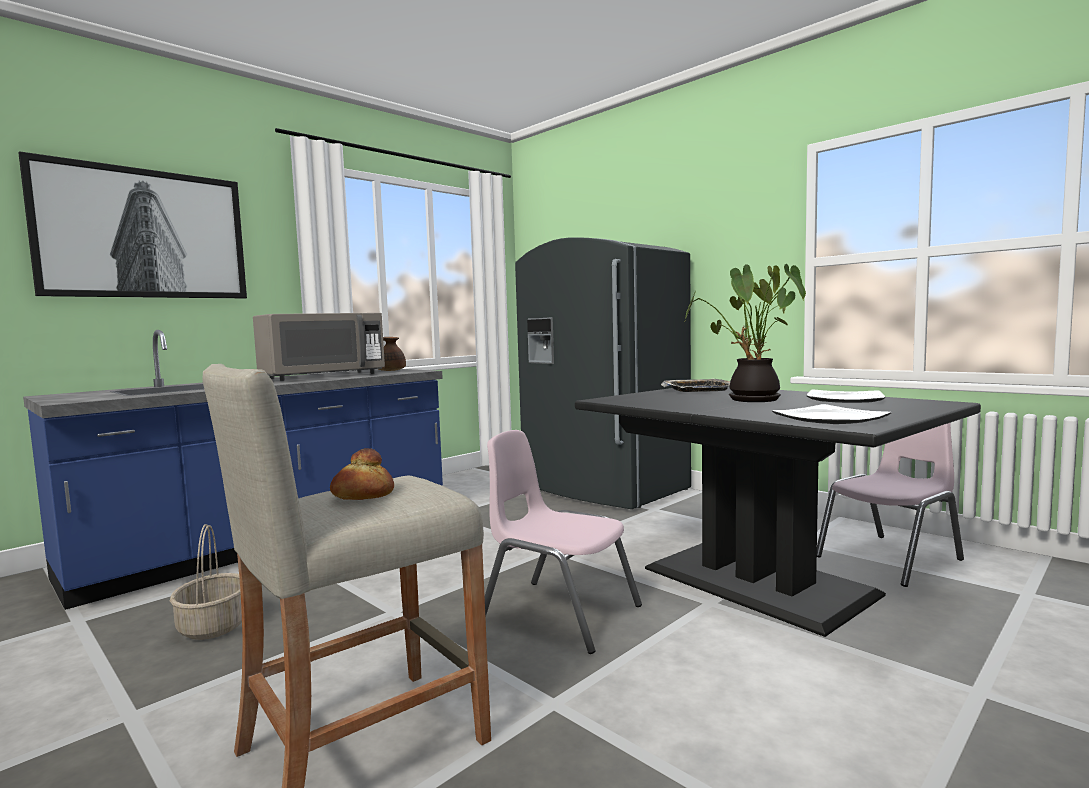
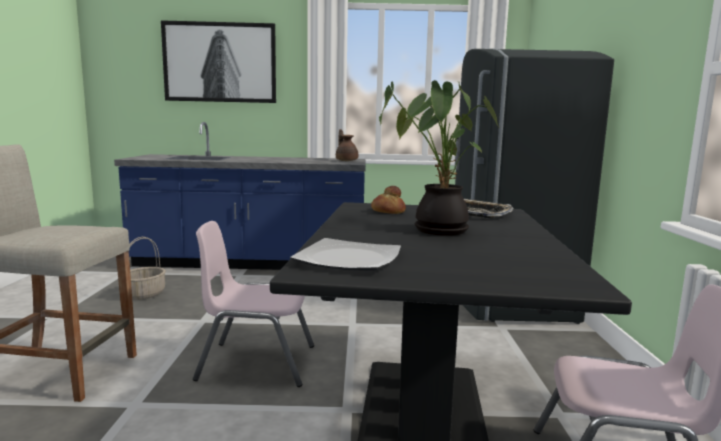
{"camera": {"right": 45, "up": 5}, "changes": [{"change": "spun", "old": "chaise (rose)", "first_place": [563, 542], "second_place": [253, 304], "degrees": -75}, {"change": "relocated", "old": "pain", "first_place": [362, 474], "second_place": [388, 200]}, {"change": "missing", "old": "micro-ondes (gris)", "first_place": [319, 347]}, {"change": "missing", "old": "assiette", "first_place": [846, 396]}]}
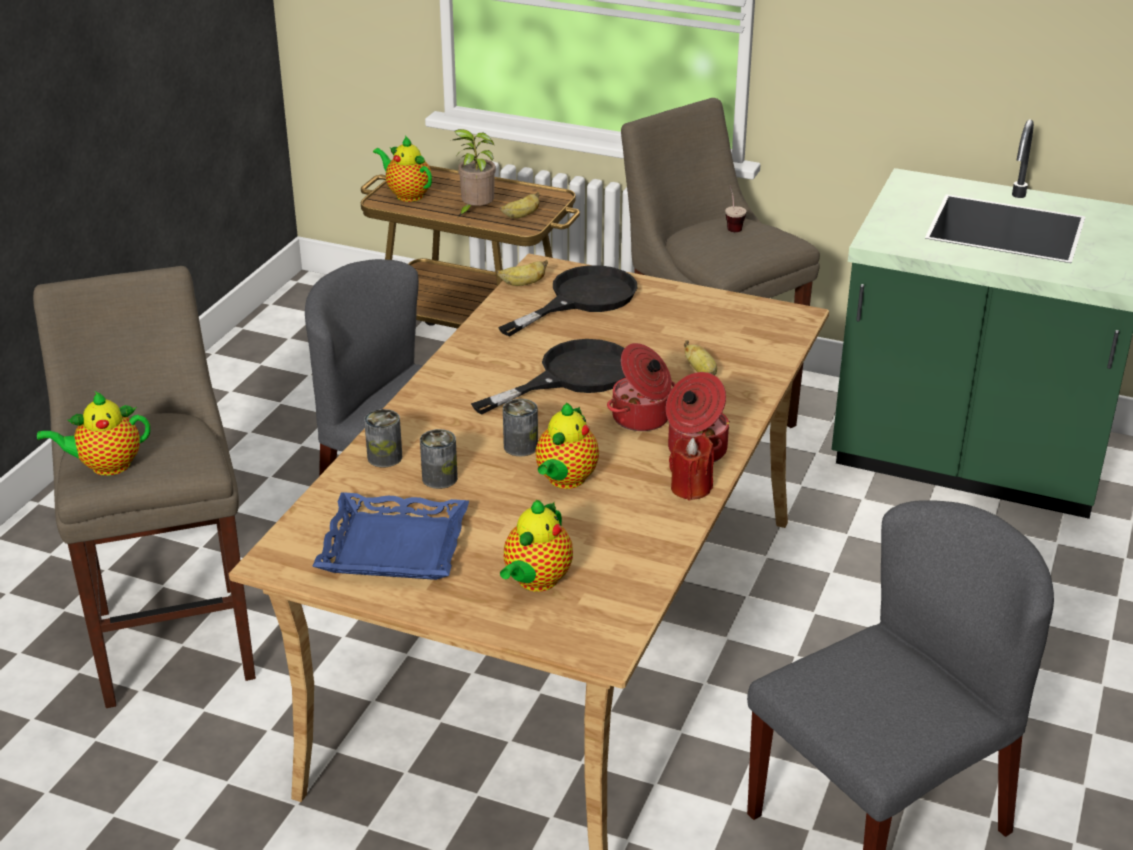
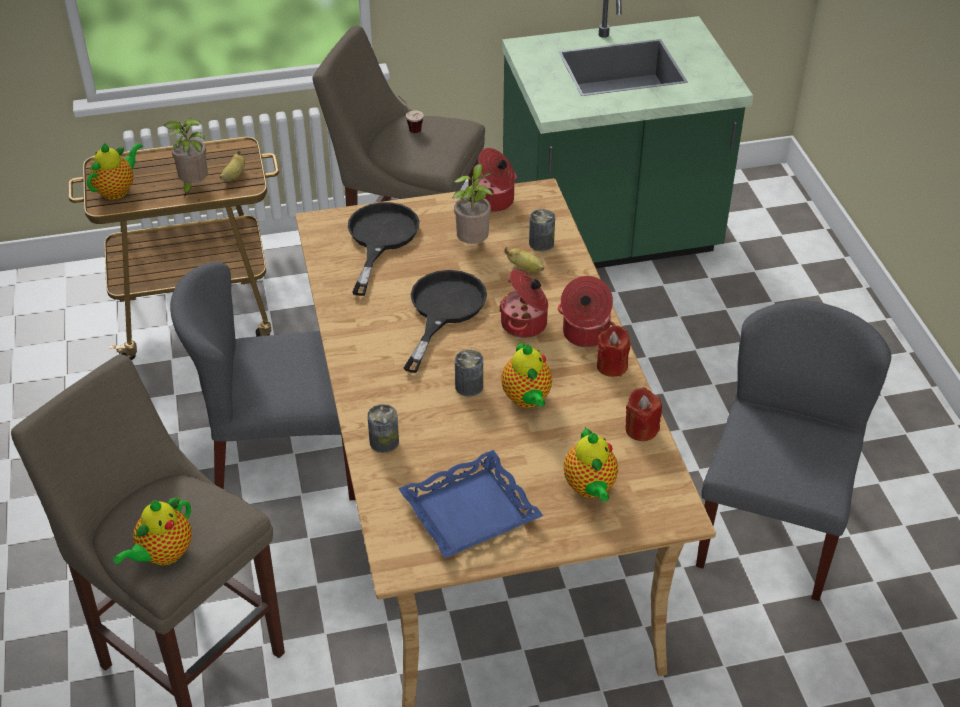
{"camera": {"right": -35, "up": 10}, "changes": [{"change": "spun", "old": "théière", "first_place": [402, 168], "second_place": [115, 171], "degrees": 120}, {"change": "appeared", "new": "plante en pot", "second_place": [473, 204]}, {"change": "appeared", "new": "marmite", "second_place": [496, 180]}, {"change": "relocated", "old": "boîte métallique", "first_place": [439, 459], "second_place": [542, 230]}, {"change": "appeared", "new": "bougie (rouge)", "second_place": [643, 414]}, {"change": "missing", "old": "banane", "first_place": [522, 273]}]}
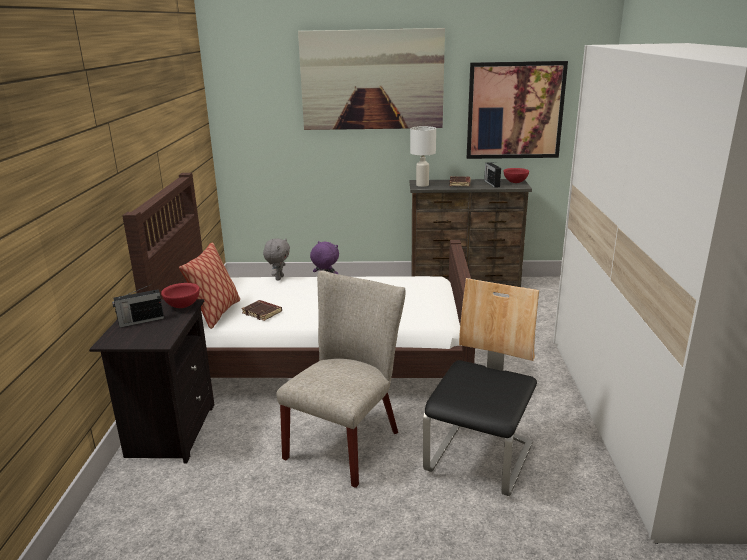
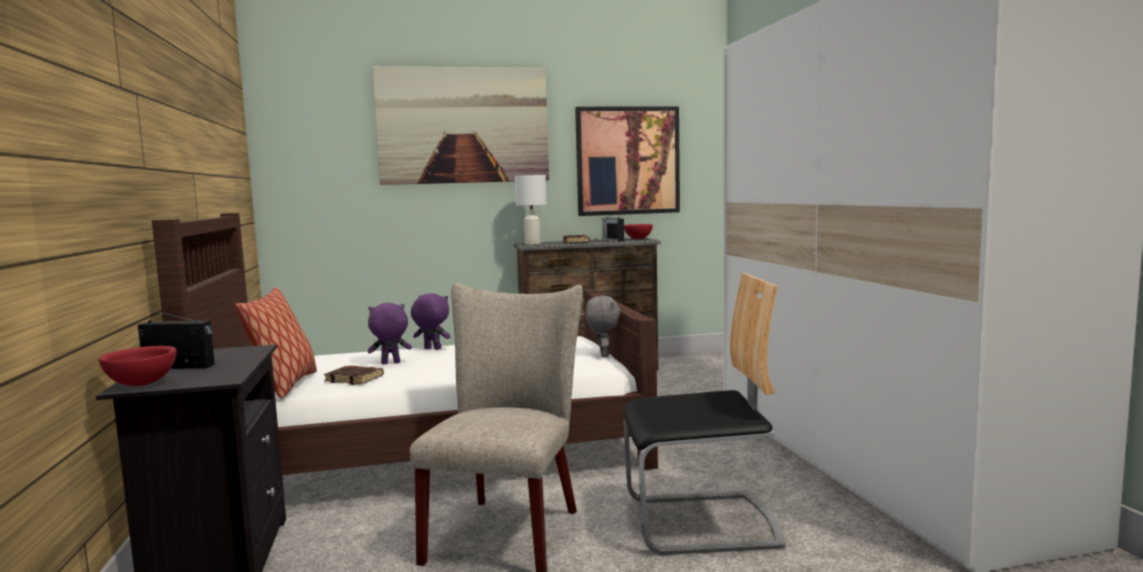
{"camera": {"right": -15, "up": -15}, "changes": [{"change": "relocated", "old": "bol (rouge)", "first_place": [180, 295], "second_place": [138, 366]}, {"change": "spun", "old": "radio", "first_place": [138, 306], "second_place": [176, 339], "degrees": -135}, {"change": "appeared", "new": "peluche (violet)", "second_place": [390, 333]}, {"change": "relocated", "old": "peluche (gris)", "first_place": [276, 259], "second_place": [602, 326]}, {"change": "spun", "old": "chaise", "first_place": [481, 387], "second_place": [704, 414], "degrees": 75}]}
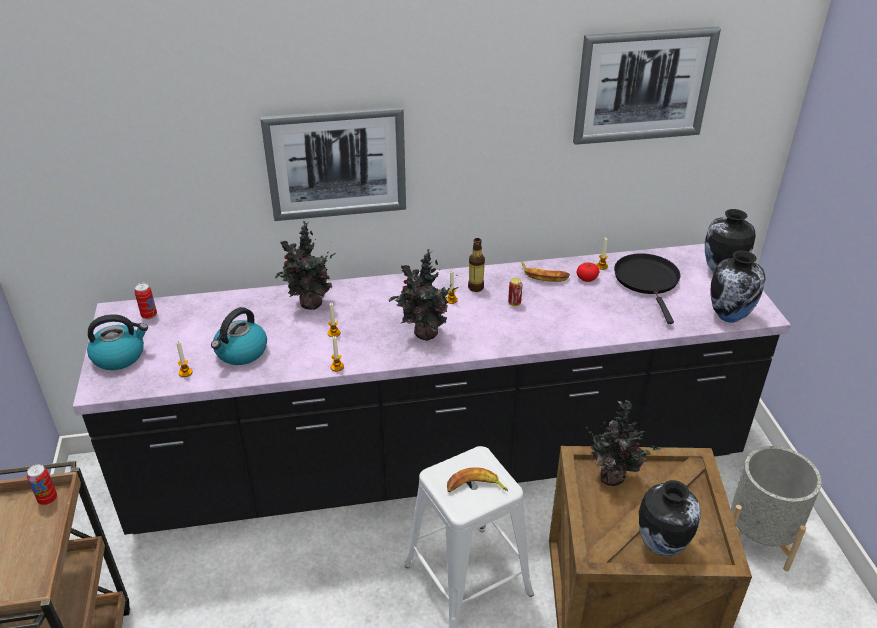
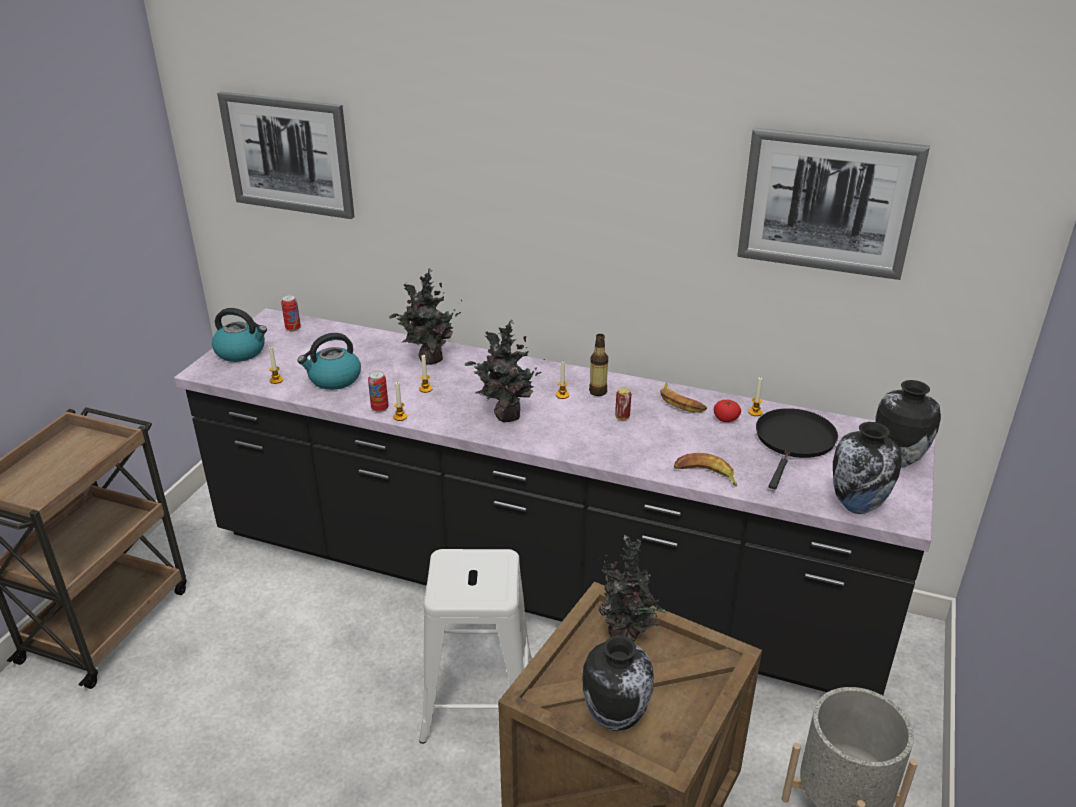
{"camera": {"right": 30, "up": -5}, "changes": [{"change": "relocated", "old": "tableau", "first_place": [333, 163], "second_place": [285, 155]}, {"change": "relocated", "old": "boîte métallique", "first_place": [42, 484], "second_place": [378, 391]}, {"change": "relocated", "old": "banane", "first_place": [477, 479], "second_place": [705, 470]}]}
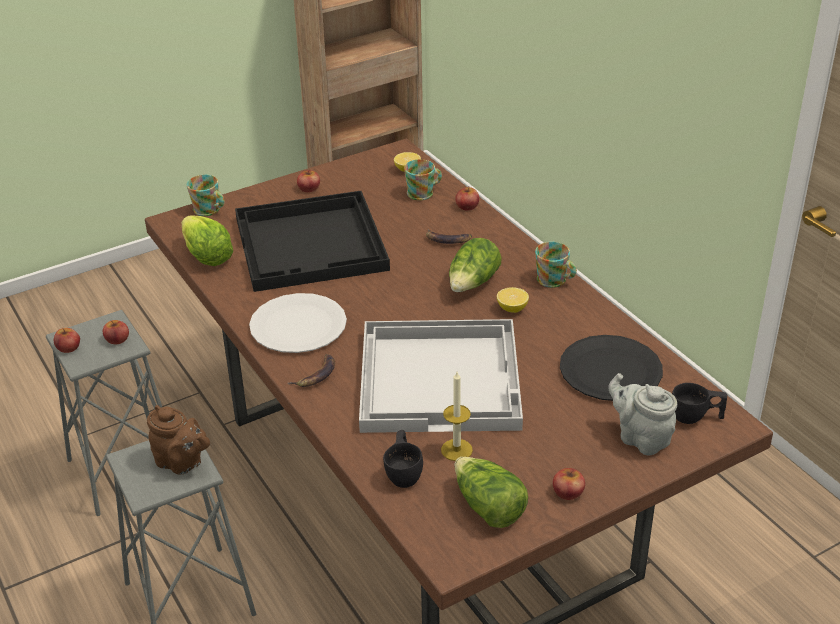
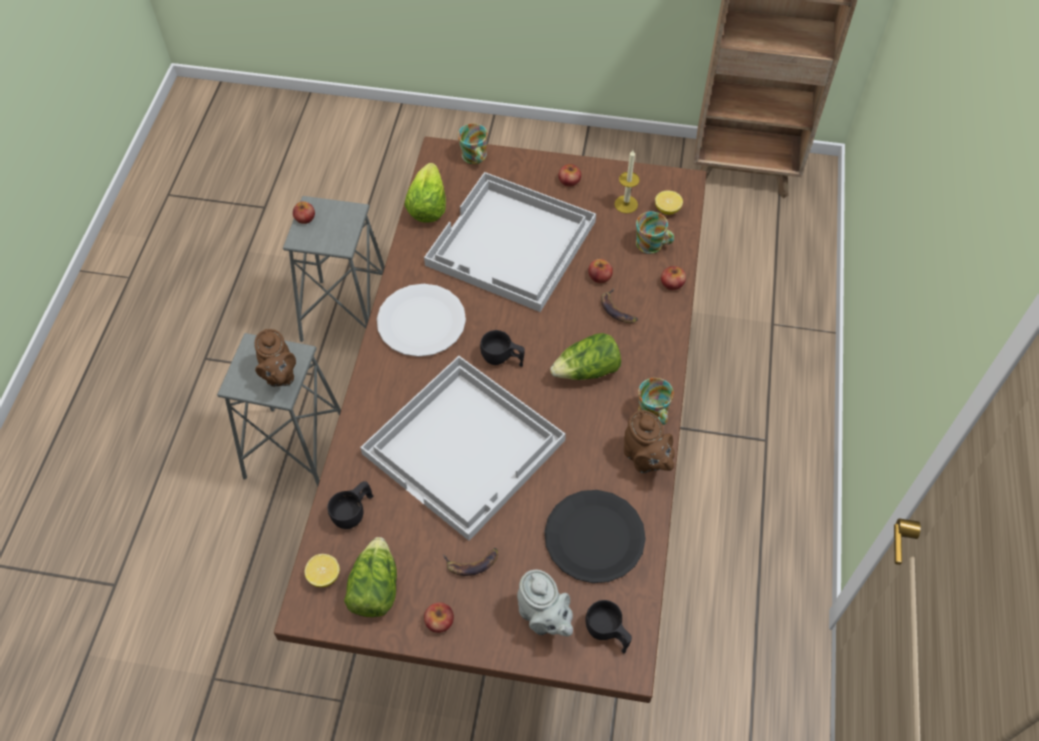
{"camera": {"right": 40, "up": 20}, "changes": [{"change": "relocated", "old": "citron", "first_place": [513, 300], "second_place": [322, 570]}, {"change": "colour", "old": "plateau (noir)", "new": "plateau (blanc)", "first_place": [312, 241], "second_place": [510, 242]}, {"change": "relocated", "old": "banane", "first_place": [311, 370], "second_place": [470, 562]}, {"change": "appeared", "new": "tasse (noir)", "second_place": [502, 348]}, {"change": "spun", "old": "théière (gris)", "first_place": [642, 414], "second_place": [545, 603], "degrees": 150}, {"change": "relocated", "old": "pomme", "first_place": [116, 332], "second_place": [600, 271]}, {"change": "relocated", "old": "bougie", "first_place": [457, 416], "second_place": [627, 182]}, {"change": "appeared", "new": "théière (marron)", "second_place": [649, 441]}]}
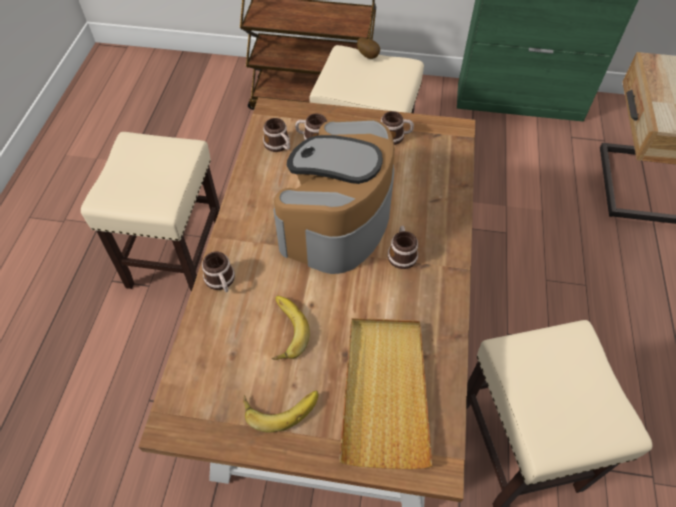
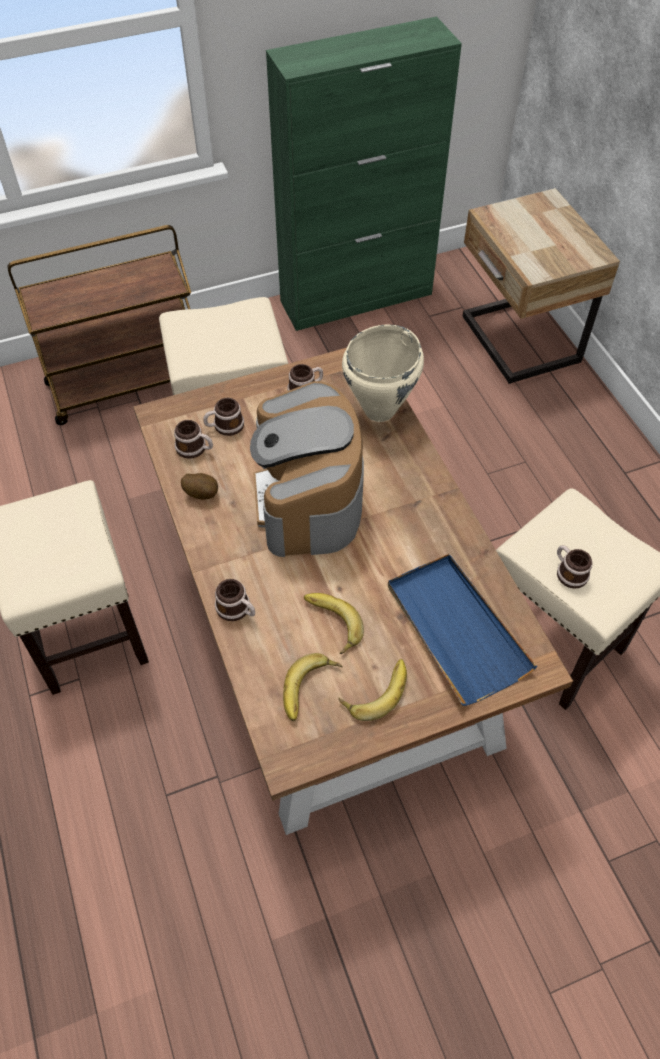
{"camera": {"right": -30, "up": 0}, "changes": [{"change": "relocated", "old": "pomme de terre", "first_place": [368, 48], "second_place": [199, 486]}, {"change": "appeared", "new": "banane", "second_place": [313, 687]}, {"change": "appeared", "new": "marmite (beige)", "second_place": [383, 373]}, {"change": "colour", "old": "plateau (beige)", "new": "plateau (bleu)", "first_place": [385, 393], "second_place": [462, 630]}, {"change": "relocated", "old": "mug", "first_place": [403, 247], "second_place": [575, 567]}]}
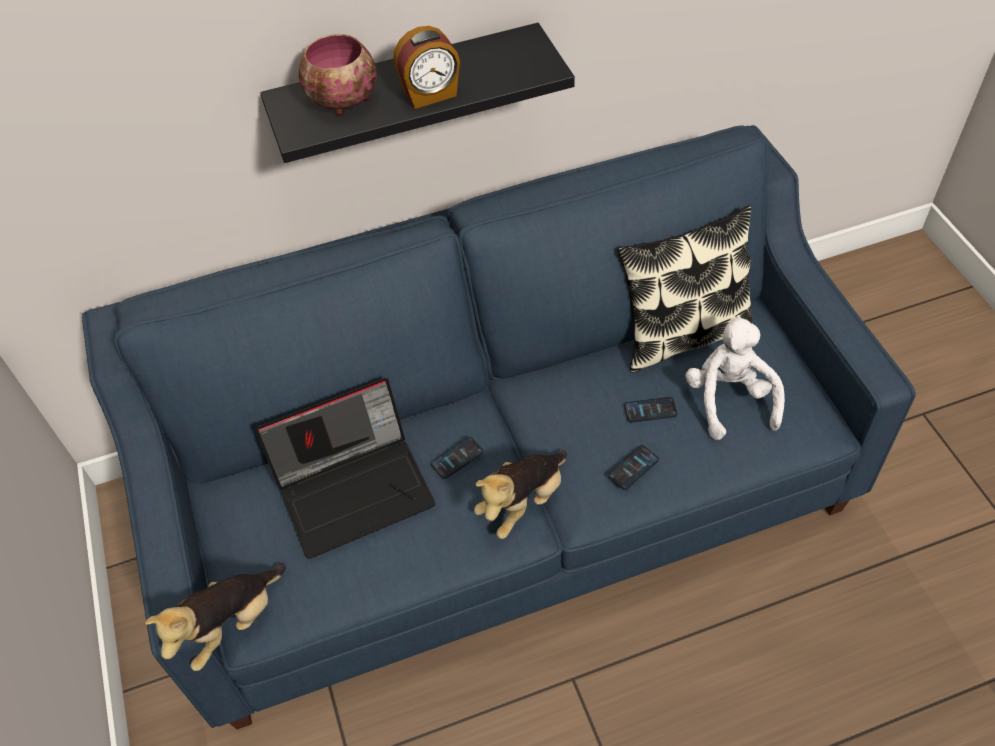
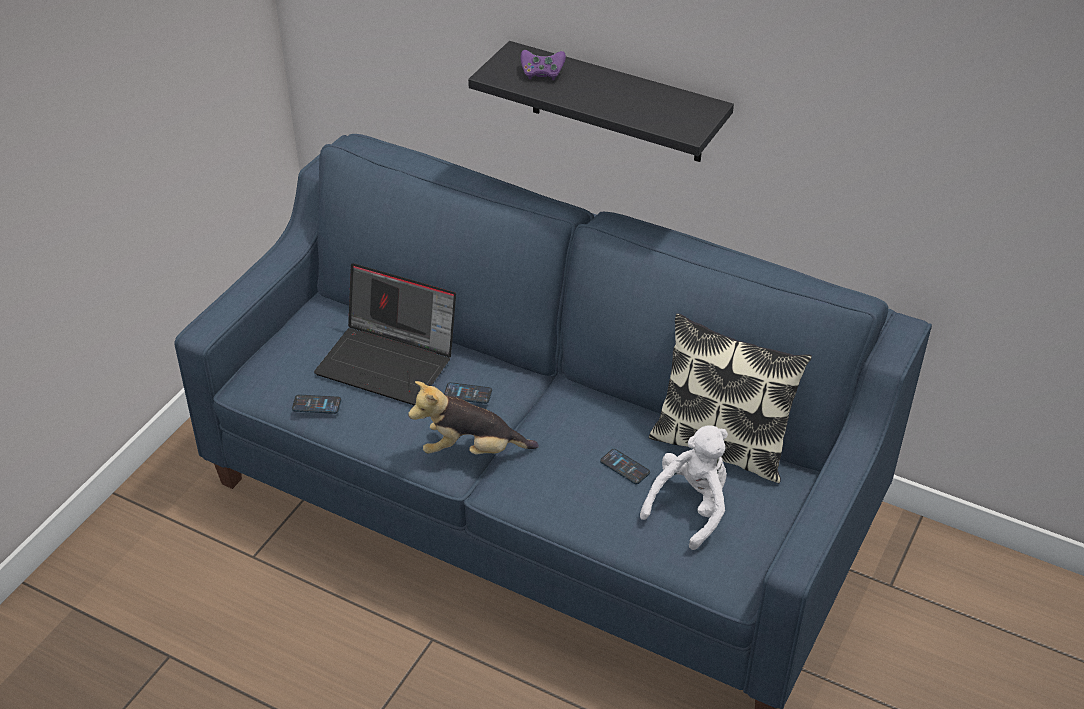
{"camera": {"right": 45, "up": -10}, "changes": [{"change": "relocated", "old": "téléphone", "first_place": [633, 467], "second_place": [316, 404]}, {"change": "exchanged", "old": "bol", "new": "manette (violet)", "first_place": [337, 75], "second_place": [543, 65]}, {"change": "missing", "old": "peluche", "first_place": [215, 617]}, {"change": "missing", "old": "réveil", "first_place": [426, 67]}]}
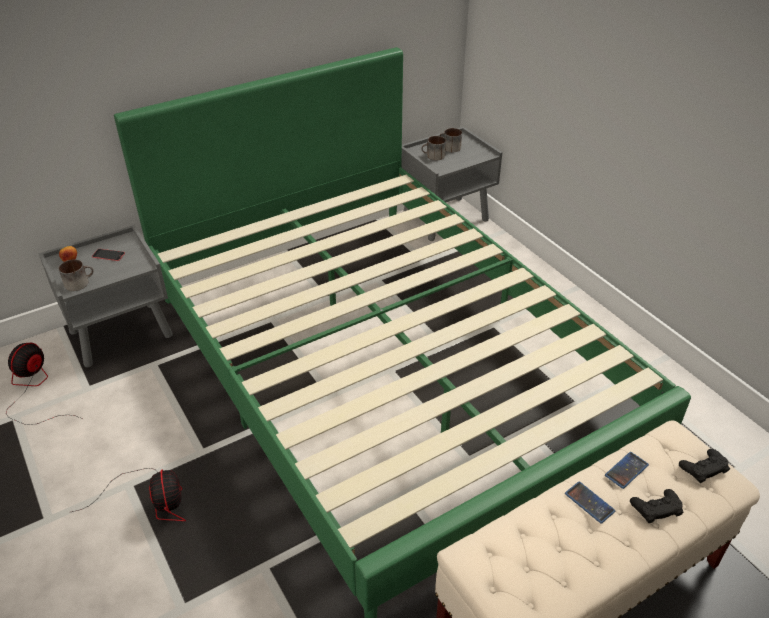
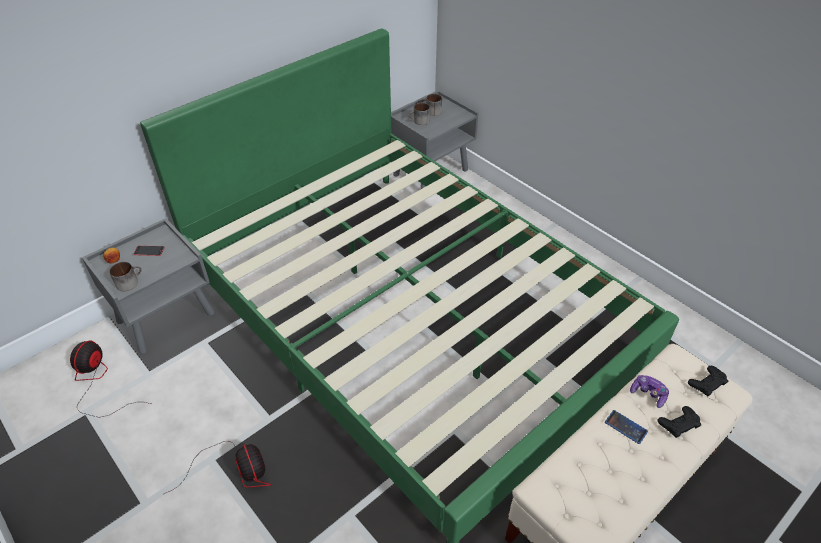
{"camera": {"right": -10, "up": 5}, "changes": [{"change": "exchanged", "old": "téléphone", "new": "manette", "first_place": [627, 470], "second_place": [649, 391]}]}
